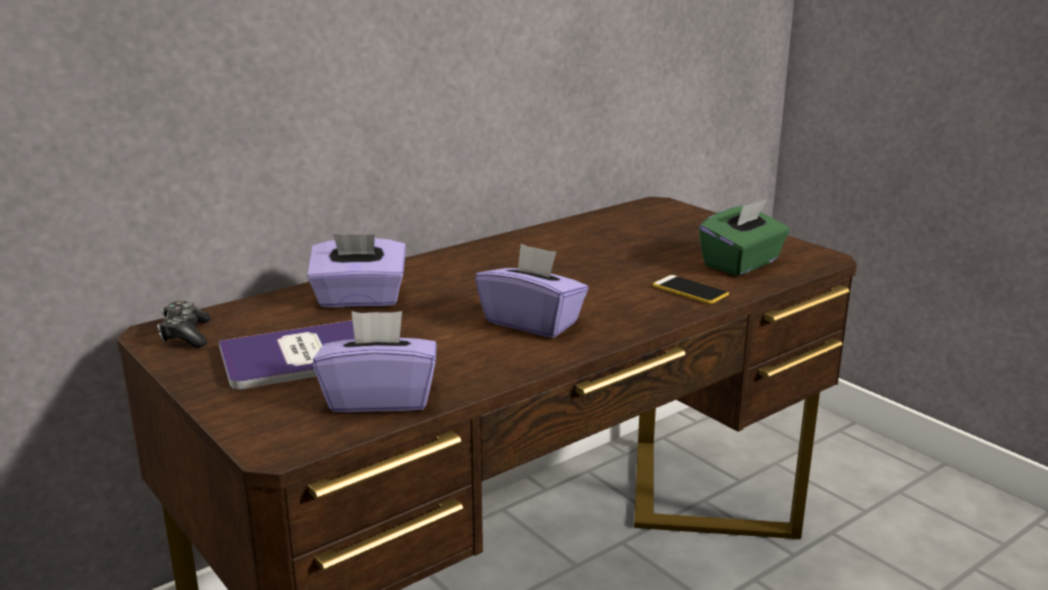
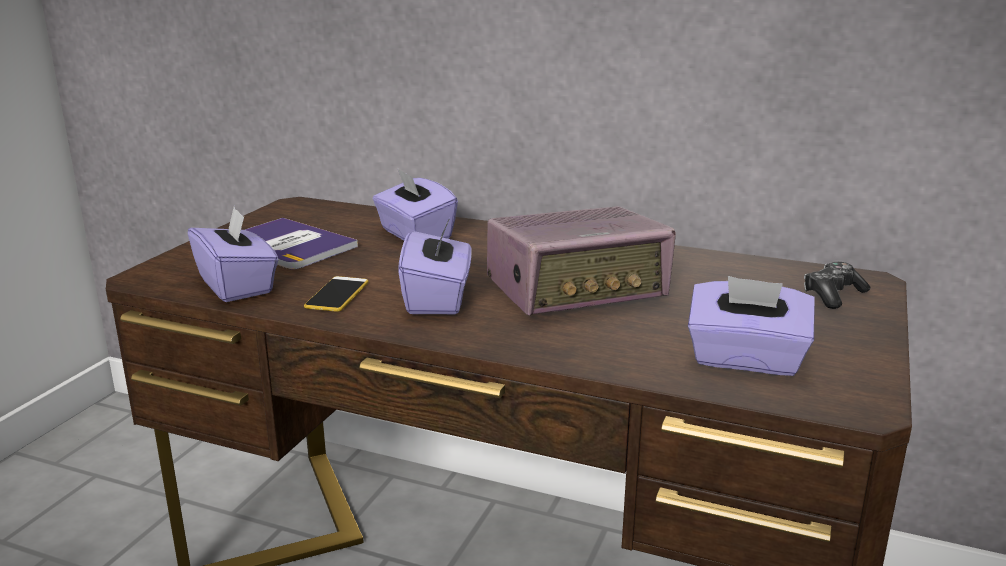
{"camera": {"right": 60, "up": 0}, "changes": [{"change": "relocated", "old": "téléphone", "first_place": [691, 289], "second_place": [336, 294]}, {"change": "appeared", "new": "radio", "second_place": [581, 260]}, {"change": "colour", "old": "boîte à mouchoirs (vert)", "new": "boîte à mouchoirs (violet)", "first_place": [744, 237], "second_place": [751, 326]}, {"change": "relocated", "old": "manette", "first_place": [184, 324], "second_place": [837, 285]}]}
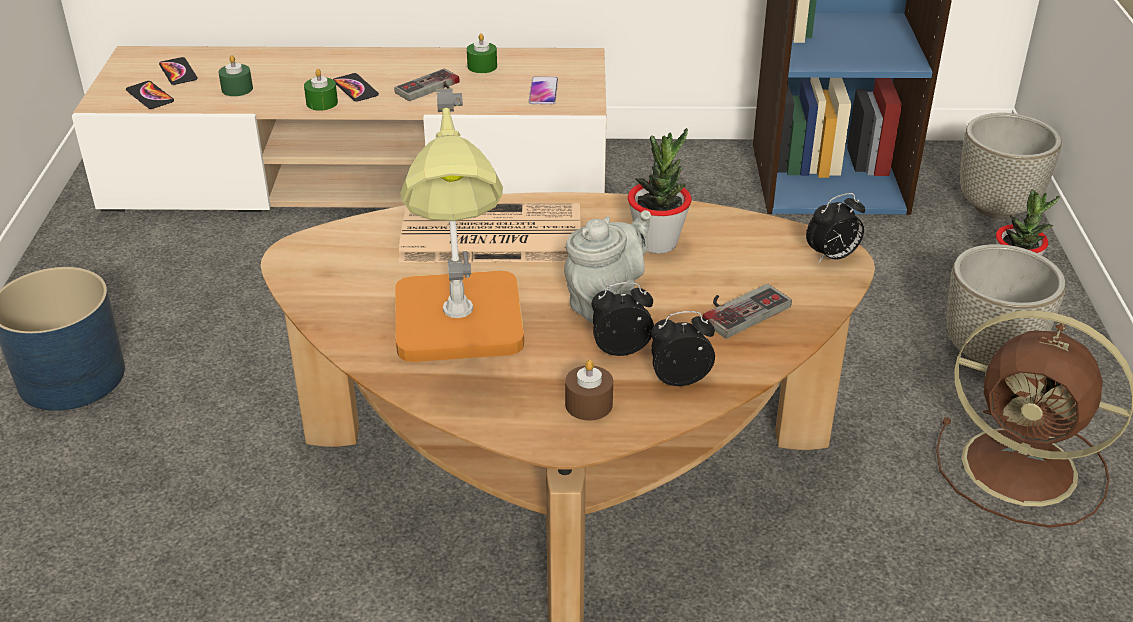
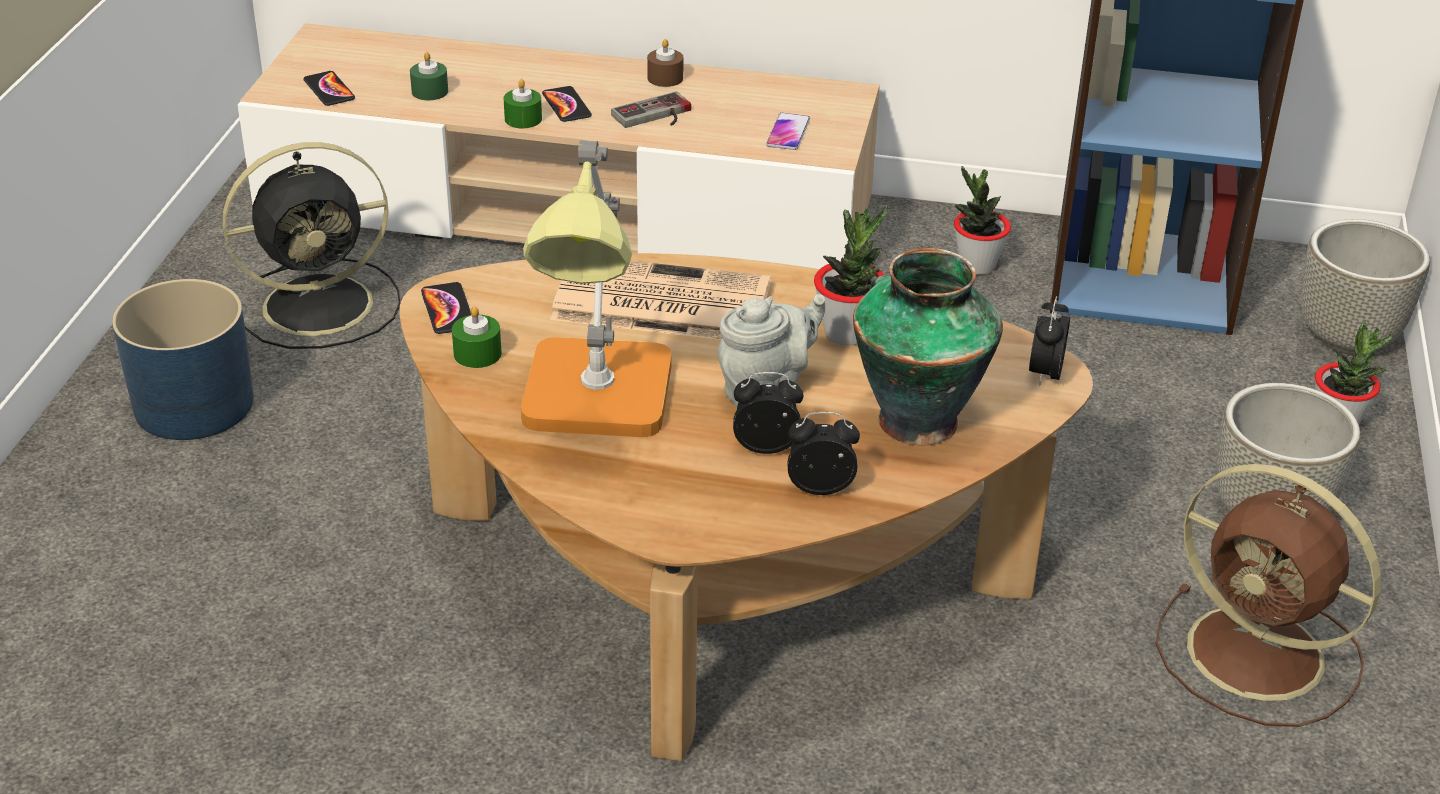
{"camera": {"right": 10, "up": 0}, "changes": [{"change": "appeared", "new": "ventilateur (noir)", "second_place": [311, 245]}, {"change": "relocated", "old": "téléphone", "first_place": [178, 71], "second_place": [446, 308]}, {"change": "relocated", "old": "bougie (vert)", "first_place": [482, 53], "second_place": [477, 337]}, {"change": "relocated", "old": "bougie (marron)", "first_place": [589, 390], "second_place": [665, 63]}, {"change": "exchanged", "old": "manette", "new": "vase", "first_place": [747, 311], "second_place": [928, 347]}, {"change": "appeared", "new": "plante en pot", "second_place": [982, 220]}, {"change": "spun", "old": "réveil", "first_place": [835, 228], "second_place": [1049, 341], "degrees": 120}]}
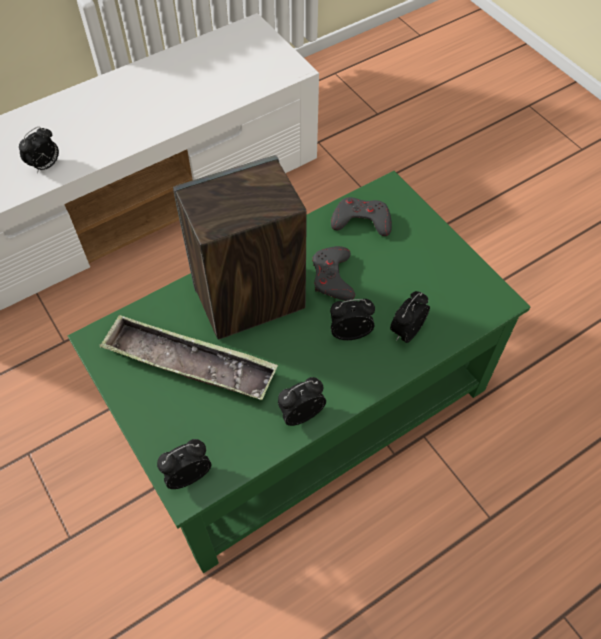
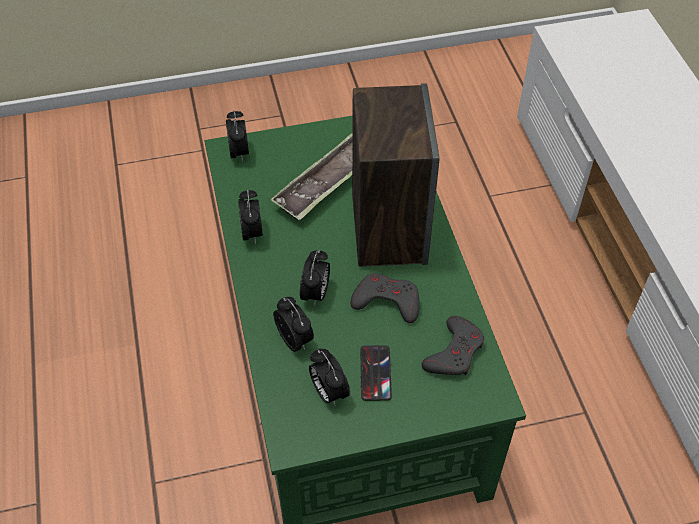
{"camera": {"right": 110, "up": -5}, "changes": [{"change": "relocated", "old": "réveil", "first_place": [39, 150], "second_place": [329, 377]}, {"change": "appeared", "new": "téléphone", "second_place": [376, 373]}]}
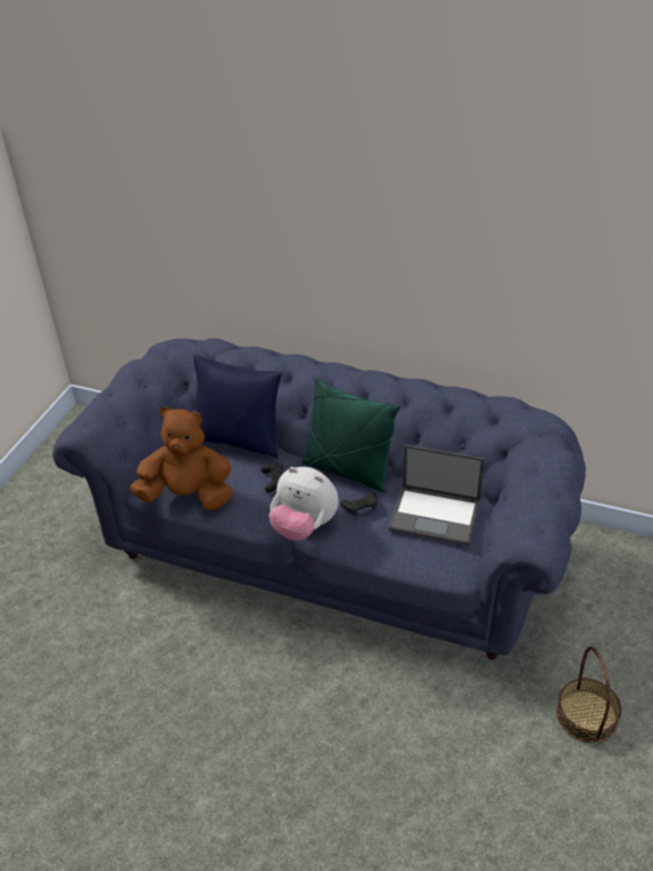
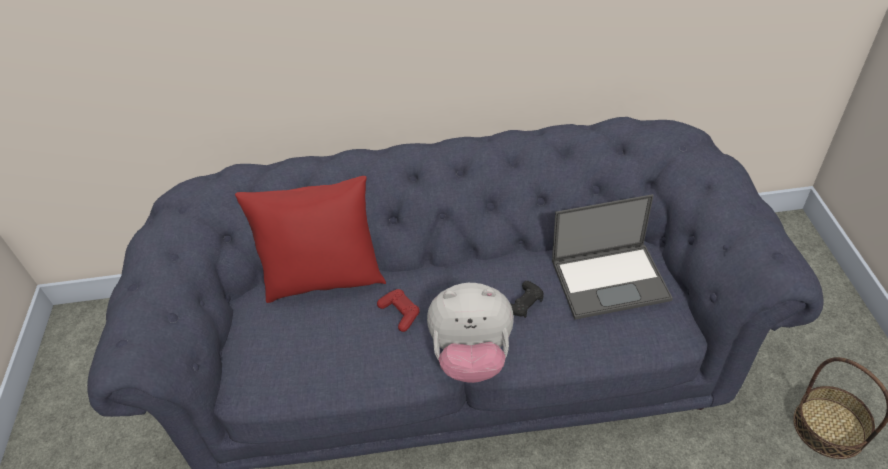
{"camera": {"right": -25, "up": 5}, "changes": [{"change": "colour", "old": "coussin (bleu)", "new": "coussin (rouge)", "first_place": [237, 407], "second_place": [310, 239]}, {"change": "colour", "old": "manette (noir)", "new": "manette (rouge)", "first_place": [272, 478], "second_place": [398, 310]}, {"change": "missing", "old": "peluche (marron)", "first_place": [181, 458]}, {"change": "missing", "old": "coussin (vert)", "first_place": [350, 434]}]}
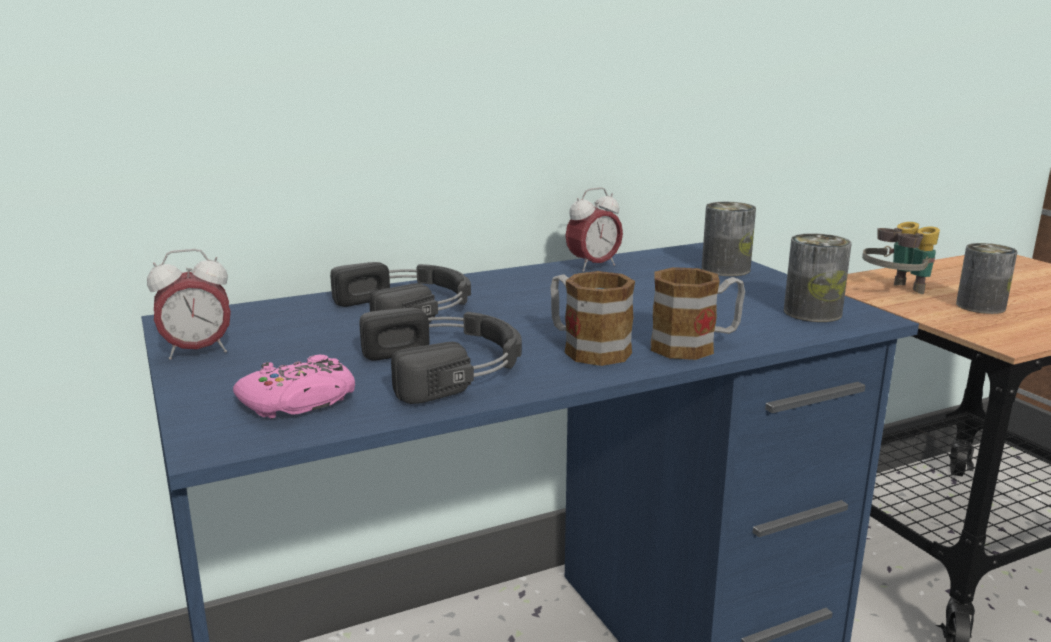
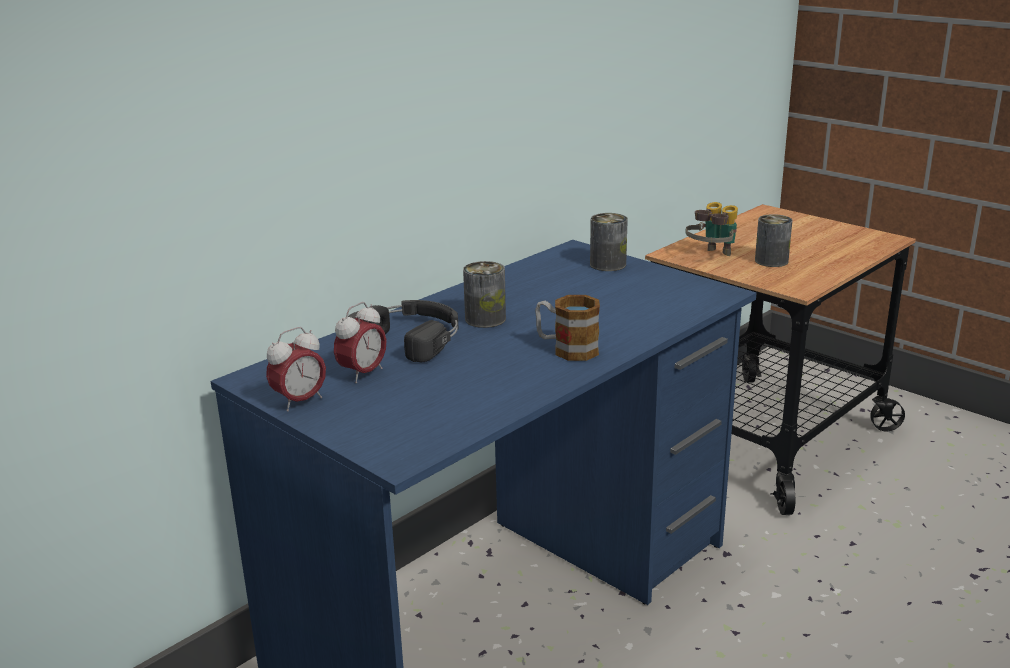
{"camera": {"right": -20, "up": 5}, "changes": [{"change": "relocated", "old": "réveil", "first_place": [594, 229], "second_place": [360, 342]}, {"change": "relocated", "old": "boîte métallique", "first_place": [818, 277], "second_place": [484, 294]}, {"change": "missing", "old": "manette (rose)", "first_place": [294, 387]}, {"change": "missing", "old": "casque audio (noir)", "first_place": [440, 356]}, {"change": "missing", "old": "mug", "first_place": [698, 313]}]}
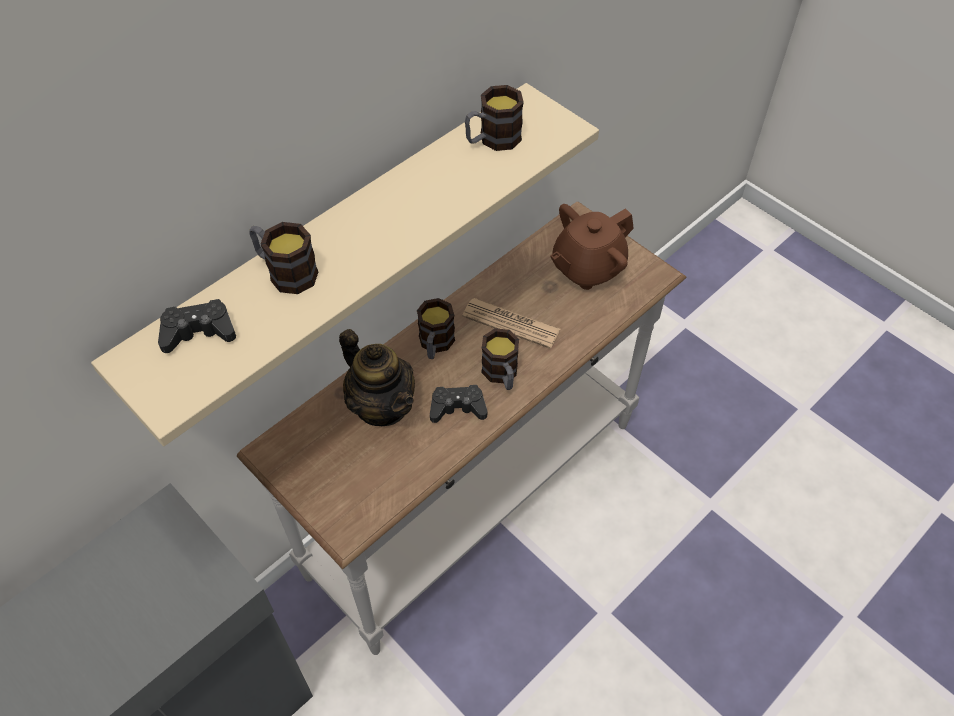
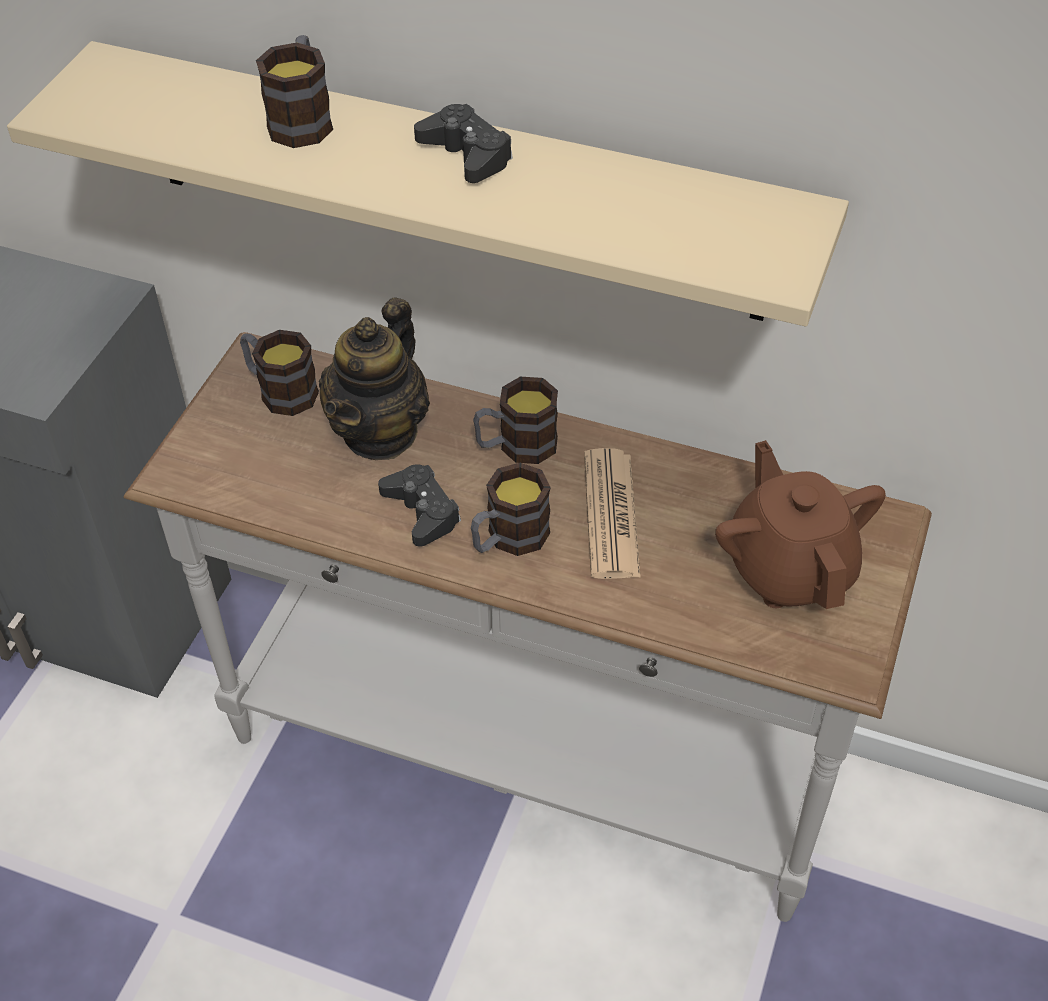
{"camera": {"right": 65, "up": -5}, "changes": [{"change": "relocated", "old": "mug", "first_place": [494, 118], "second_place": [279, 373]}, {"change": "relocated", "old": "manette (noir)", "first_place": [197, 326], "second_place": [463, 143]}, {"change": "spun", "old": "théière (marron)", "first_place": [592, 247], "second_place": [800, 524], "degrees": 45}]}
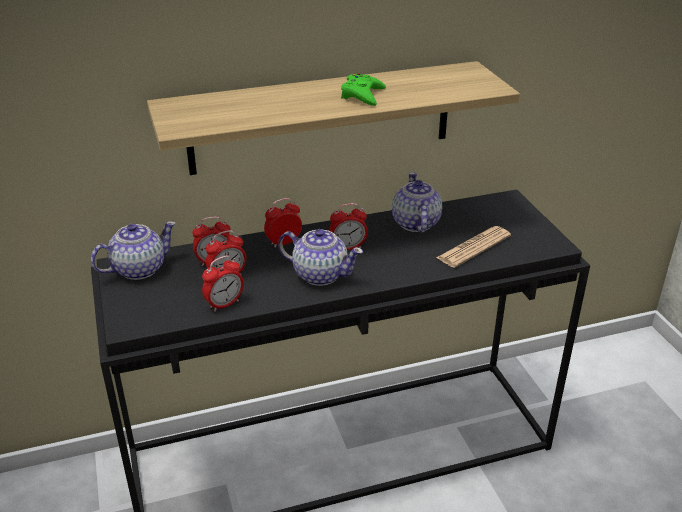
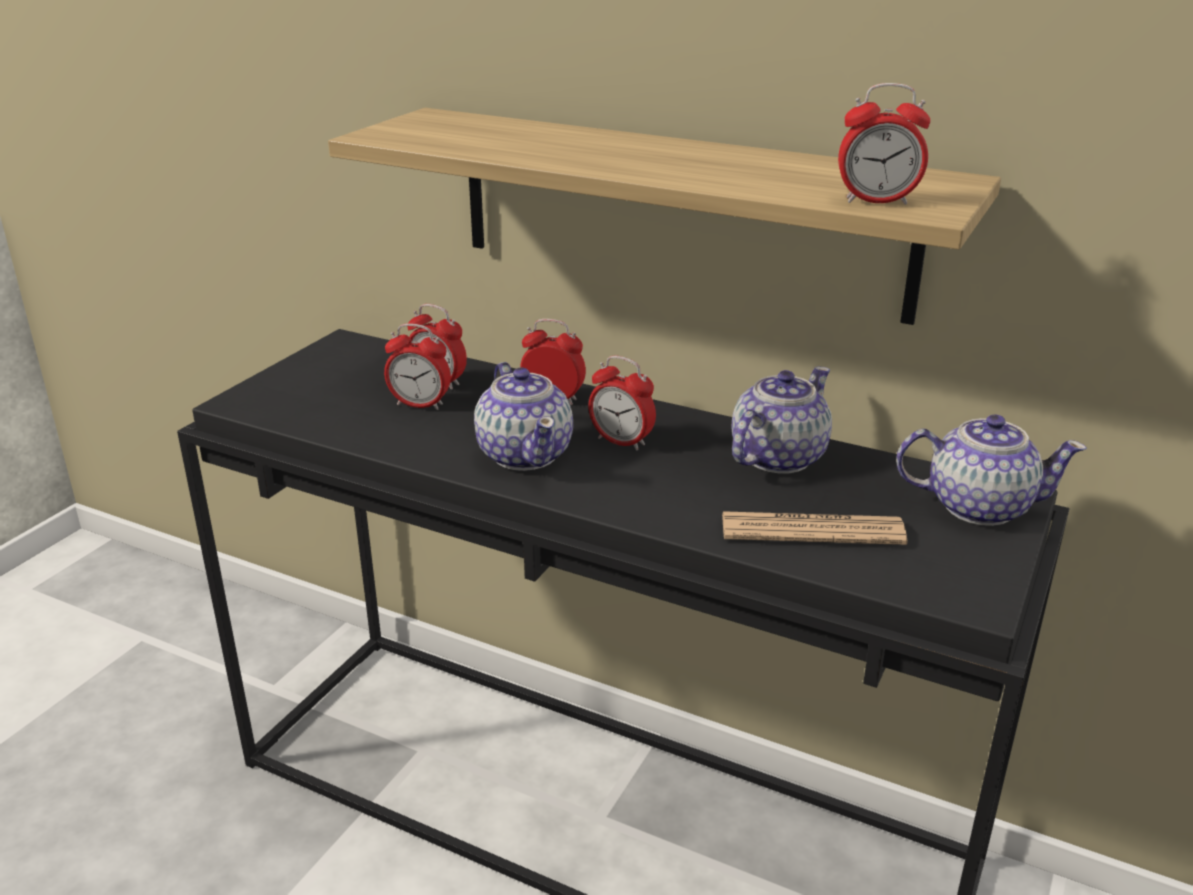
{"camera": {"right": 45, "up": -5}, "changes": [{"change": "relocated", "old": "réveil", "first_place": [223, 284], "second_place": [884, 144]}, {"change": "relocated", "old": "théière", "first_place": [133, 250], "second_place": [991, 470]}, {"change": "missing", "old": "manette (vert)", "first_place": [363, 89]}]}
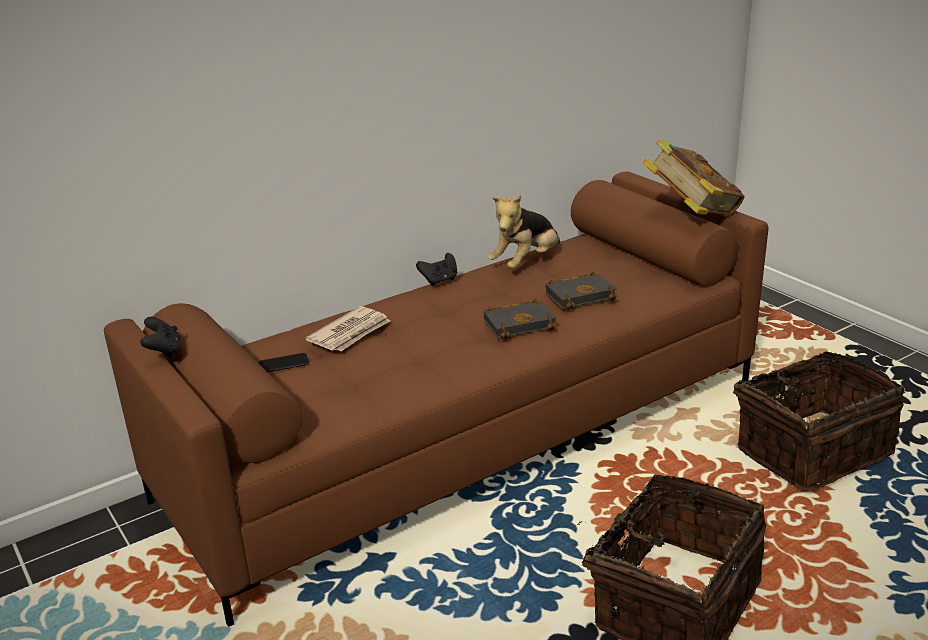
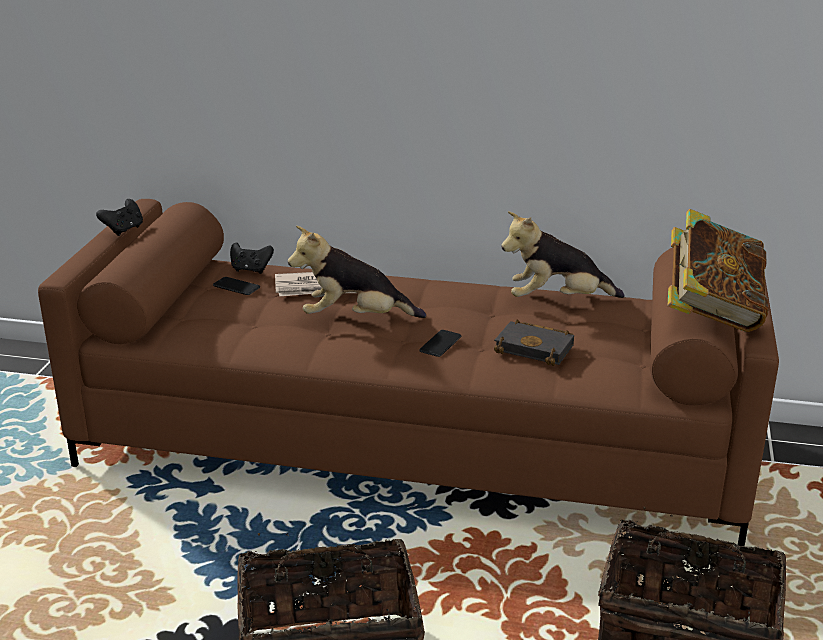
{"camera": {"right": 45, "up": 0}, "changes": [{"change": "relocated", "old": "manette (noir)", "first_place": [436, 269], "second_place": [252, 258]}, {"change": "appeared", "new": "peluche", "second_place": [357, 271]}, {"change": "exchanged", "old": "livre (noir)", "new": "téléphone", "first_place": [520, 319], "second_place": [440, 343]}]}
